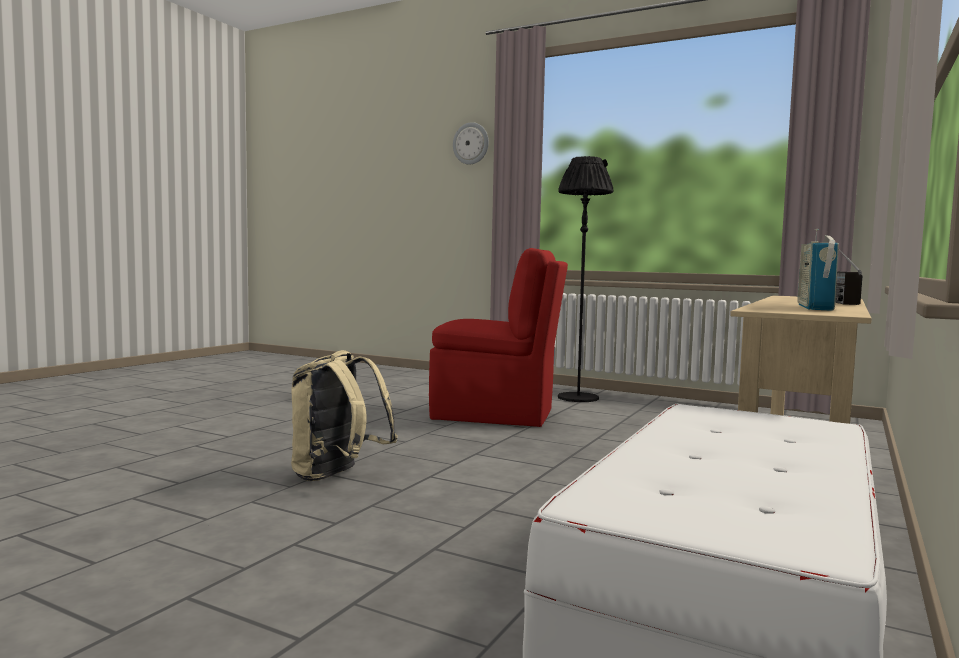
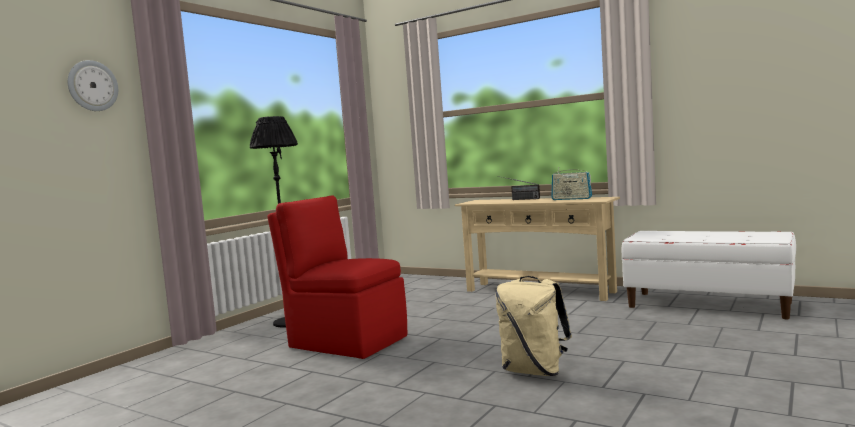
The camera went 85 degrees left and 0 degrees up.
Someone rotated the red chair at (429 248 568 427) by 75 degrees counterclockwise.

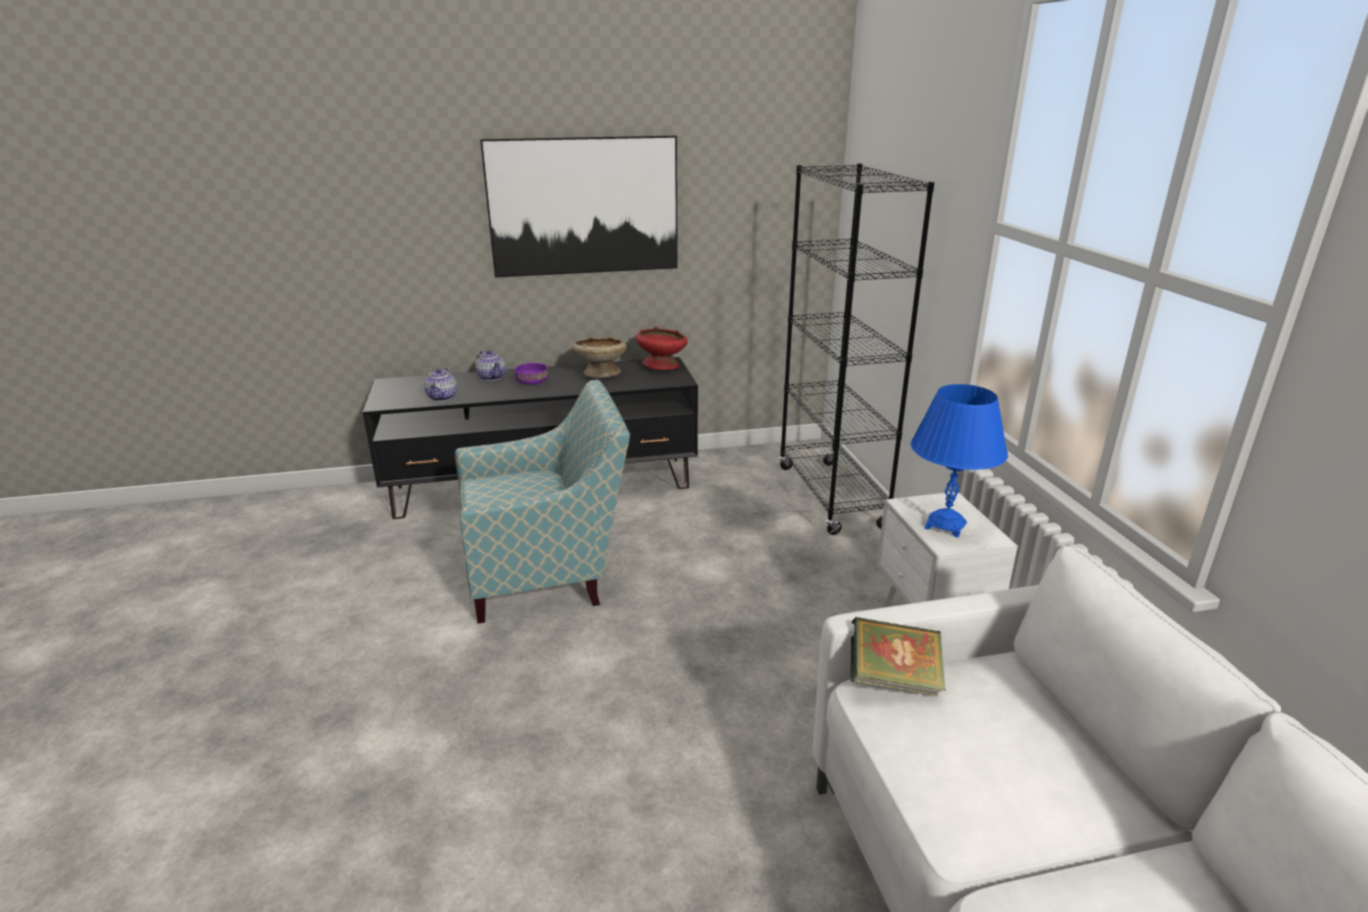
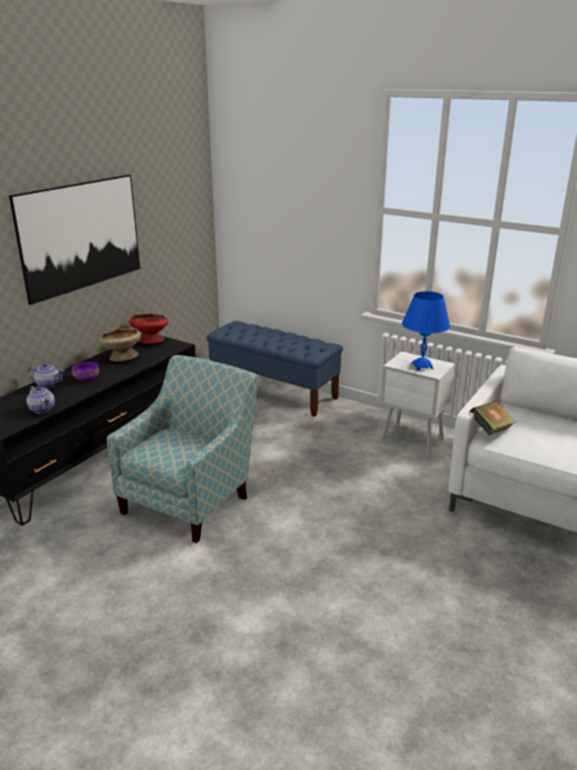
The camera went 45 degrees left and 0 degrees up.
Someone swapped the black bookcase at (779 163 935 535) for the blue bench at (206 321 343 417).

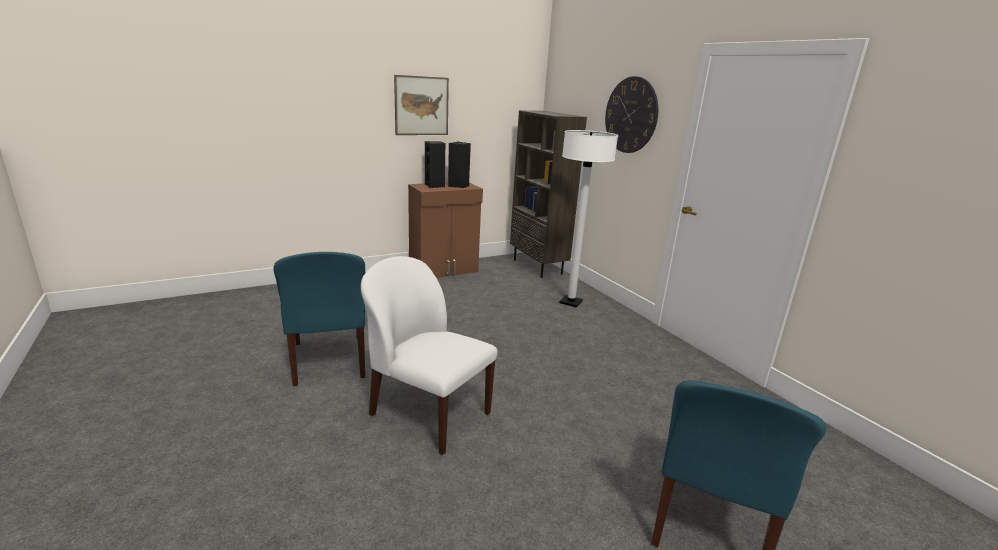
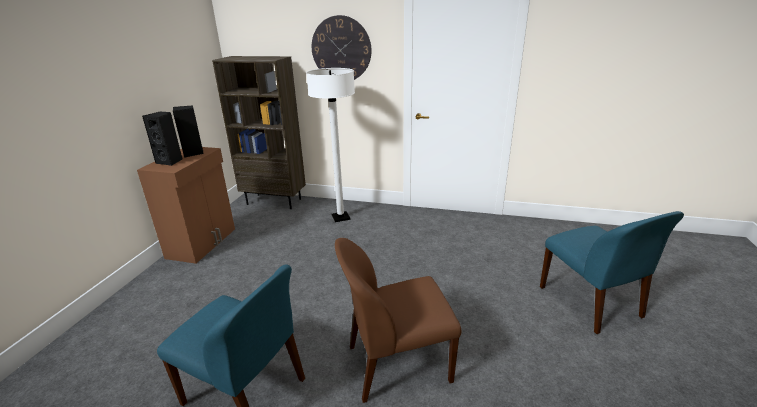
The camera went 45 degrees left and 5 degrees up.
Someone repainted the white chair at (361 256 498 455), which became the brown chair at (335 238 461 403).
Someone took away the picture at (394 75 449 135).

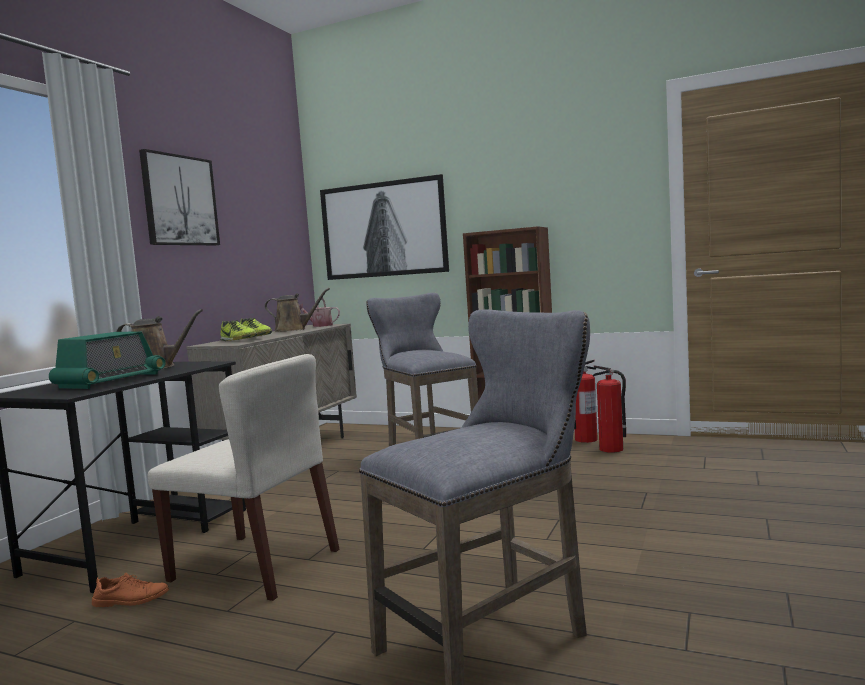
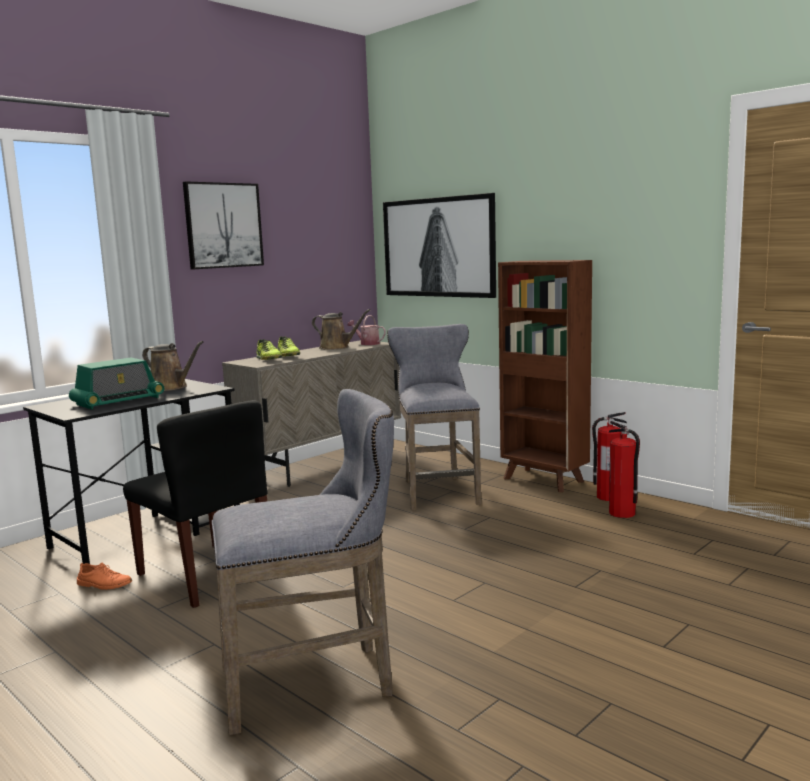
The camera went 20 degrees right and 5 degrees up.
Someone repainted the beige chair at (148 354 339 601), which became the black chair at (123 400 268 608).

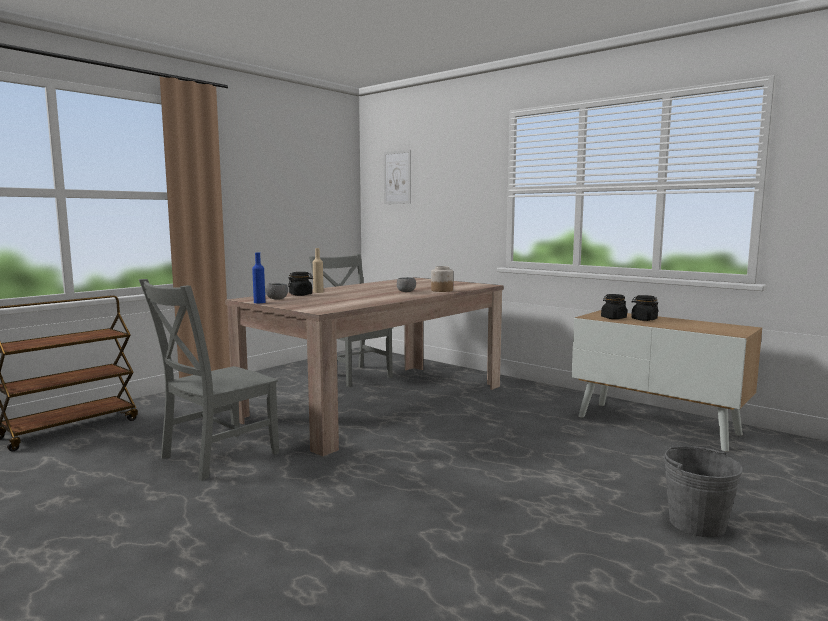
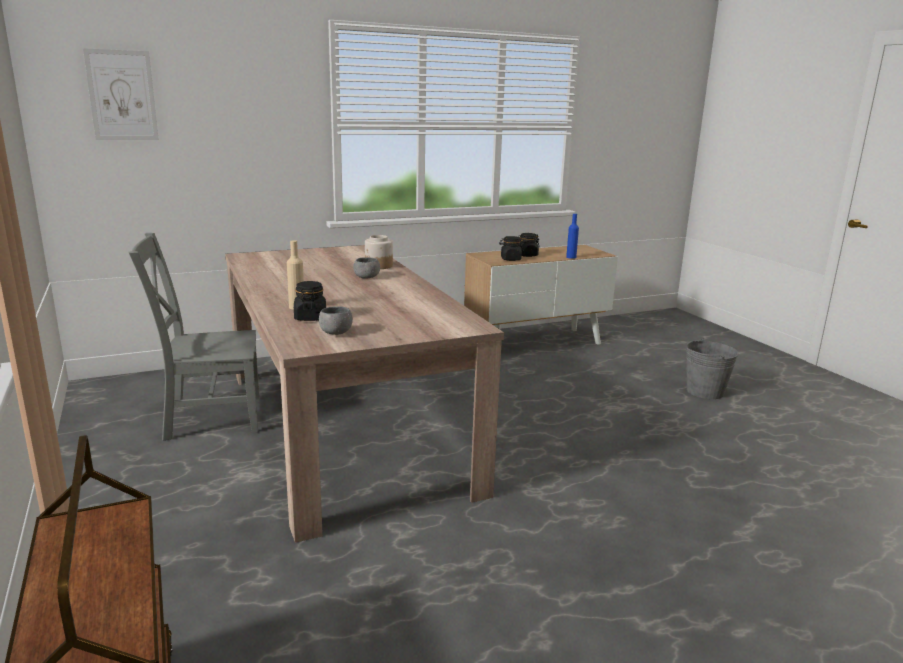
The camera went 65 degrees left and 10 degrees up.
Someone carried the blue bottle from (252 252 266 303) to (566 214 579 259).
Someone took away the grey chair at (139 279 279 481).

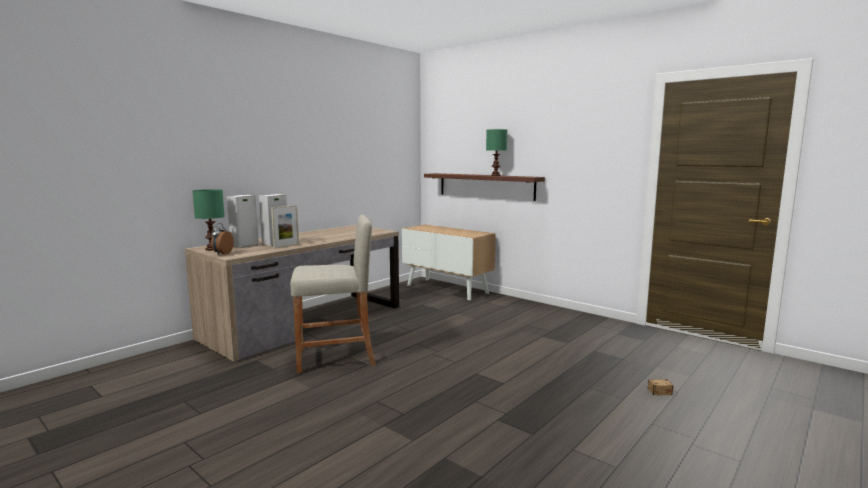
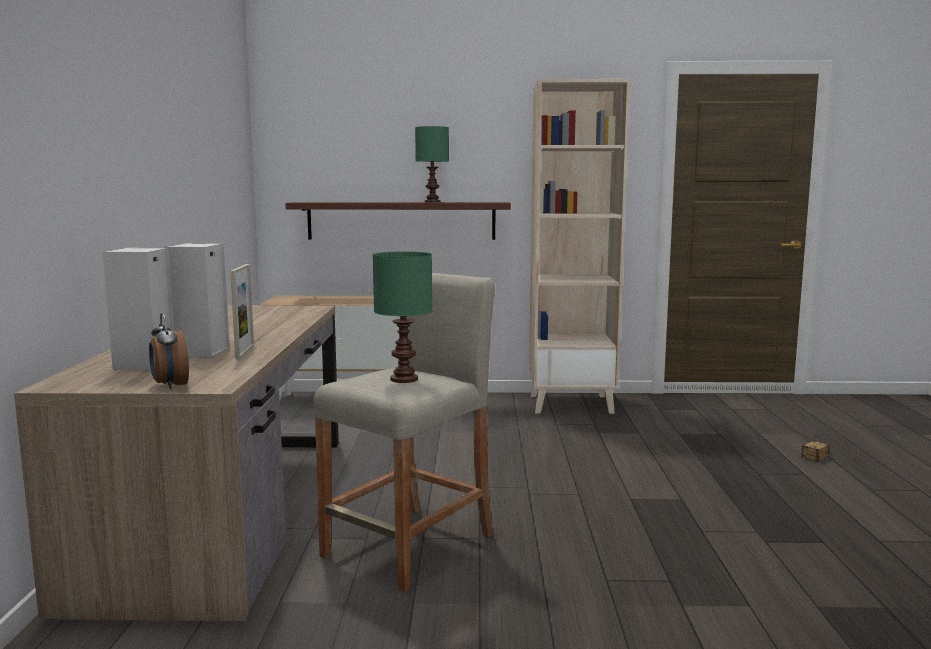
The camera went 40 degrees left and 0 degrees up.
Someone carried the green table lamp from (192 189 225 251) to (373 251 432 383).
Someone put down the beige bookcase at (529 79 630 414).

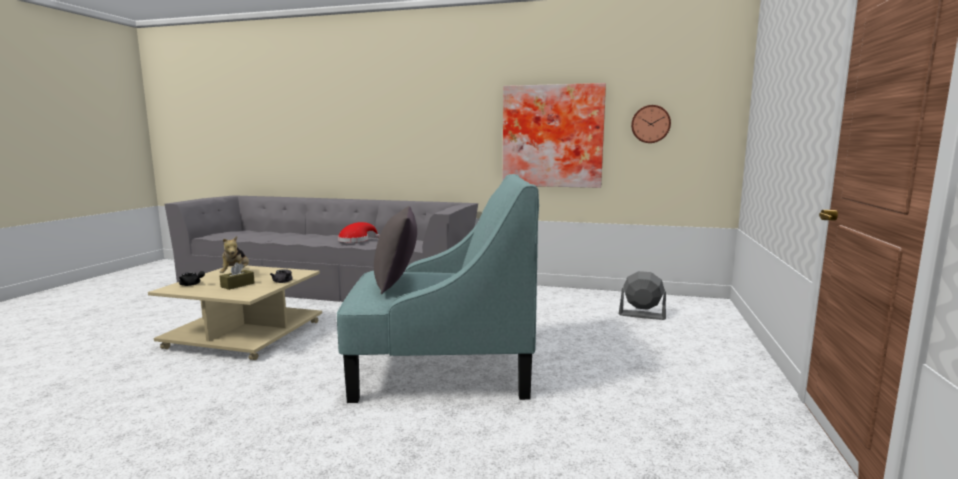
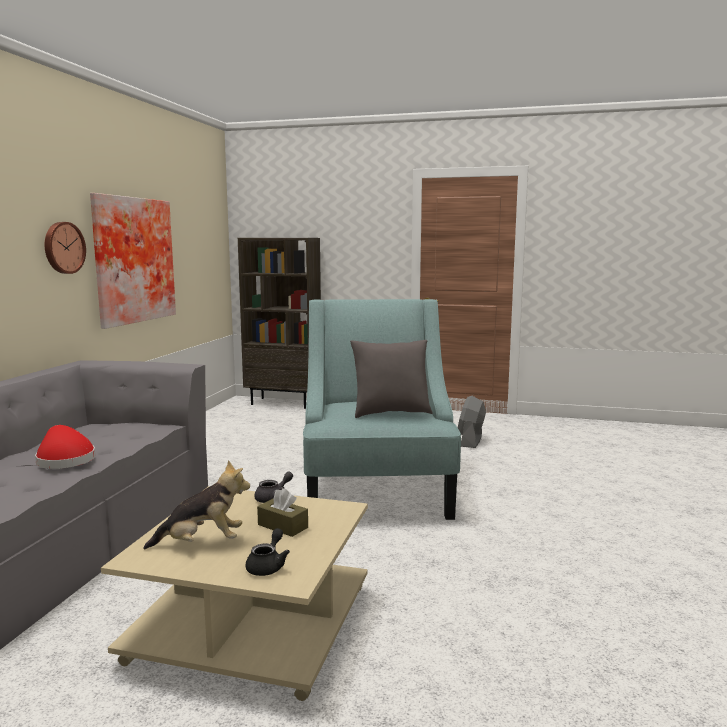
The camera went 90 degrees left and 0 degrees up.
Someone carried the wall clock from (631 105 671 143) to (45 222 86 274).
Someone put down the brown bookcase at (238 238 321 409).
Someone carried the grey fan from (619 271 666 320) to (458 396 486 448).

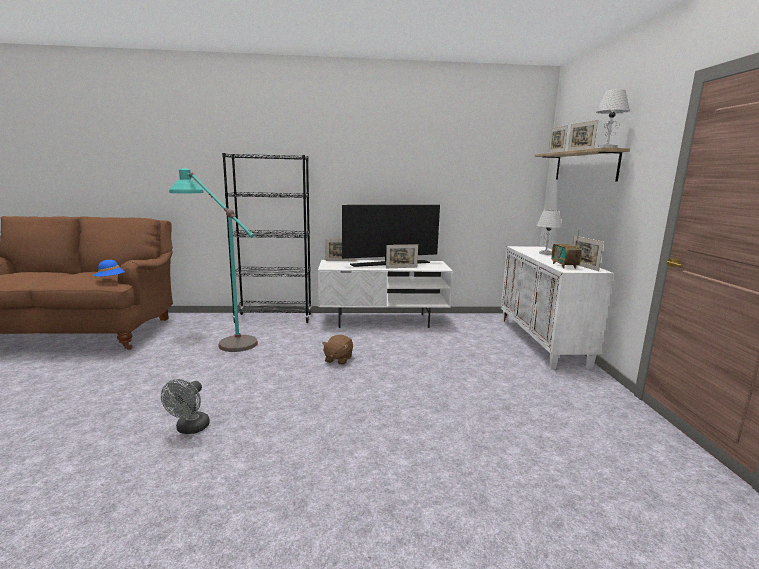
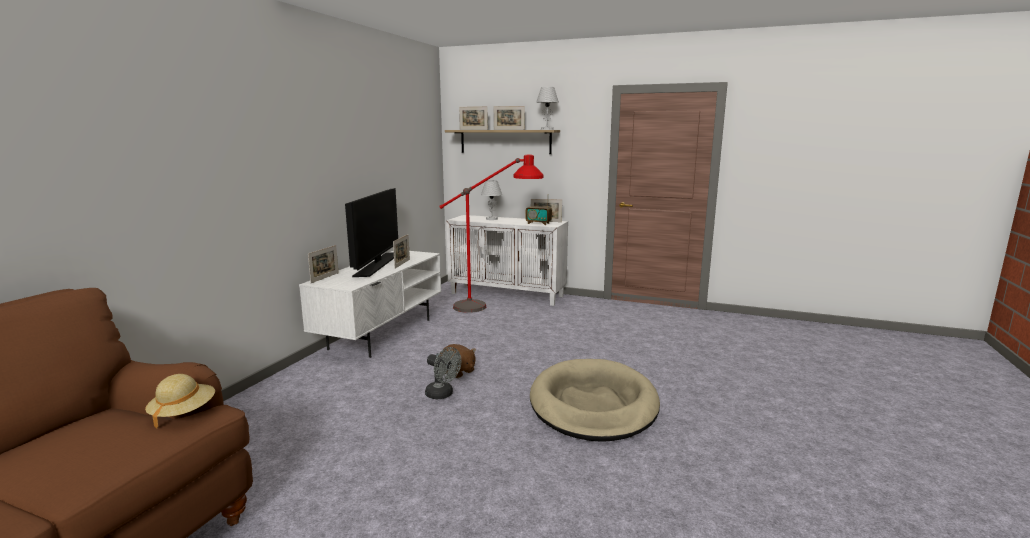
The camera went 65 degrees left and 0 degrees up.
Someone repainted the blue hat at (94 260 125 280), which became the beige hat at (145 374 215 428).
Someone carried the grey fan from (161 379 210 434) to (425 347 461 399).
Someone put down the red floor lamp at (439 154 544 313).
Someone put down the beige dog bed at (530 359 660 442).
Someone took away the turquoise floor lamp at (169 168 258 352).
Someone took away the black bookcase at (222 153 312 323).

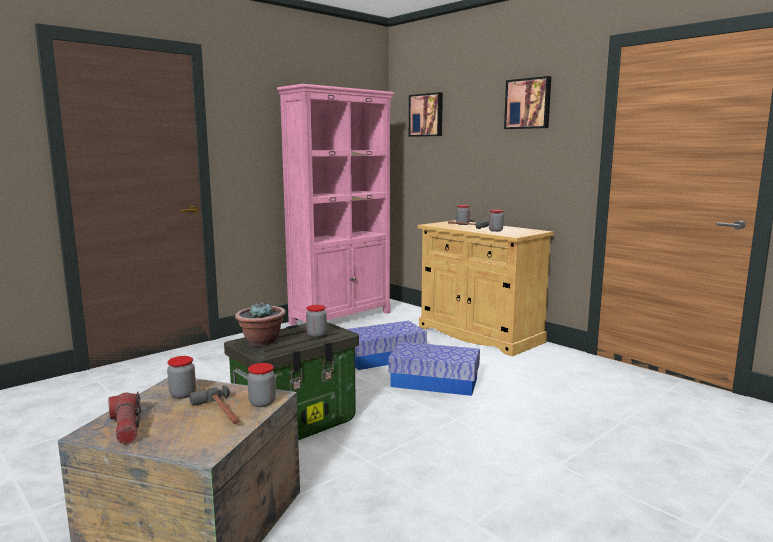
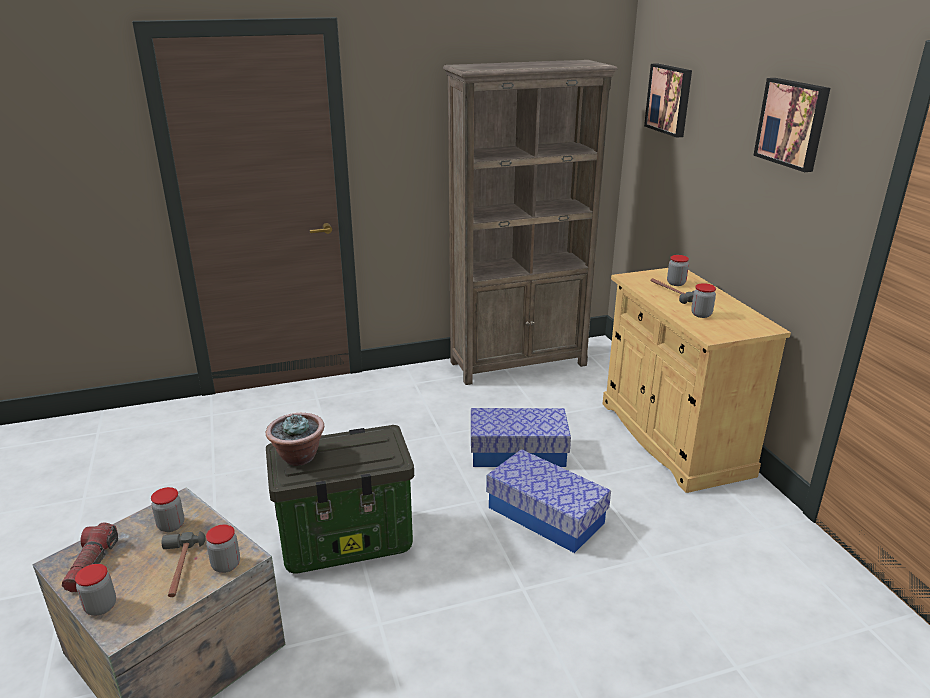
The camera went 25 degrees right and 15 degrees up.
Someone carried the jar from (306 305 327 337) to (75 564 116 616).
Someone repainted the pink bookcase at (277 84 394 325), which became the brown bookcase at (443 60 618 385).

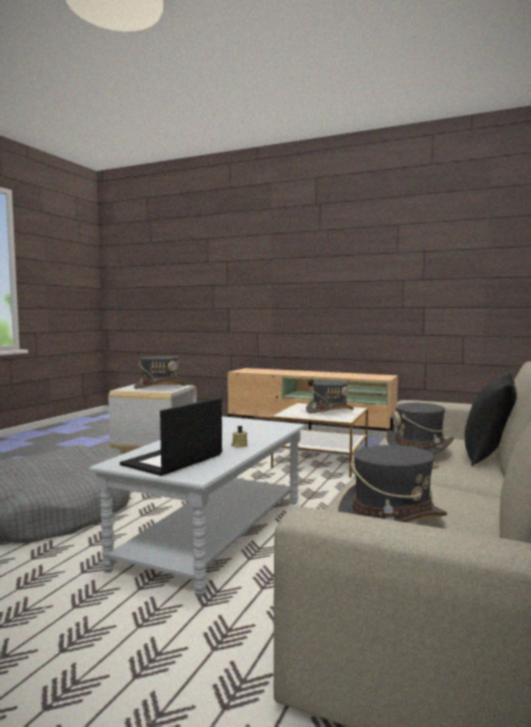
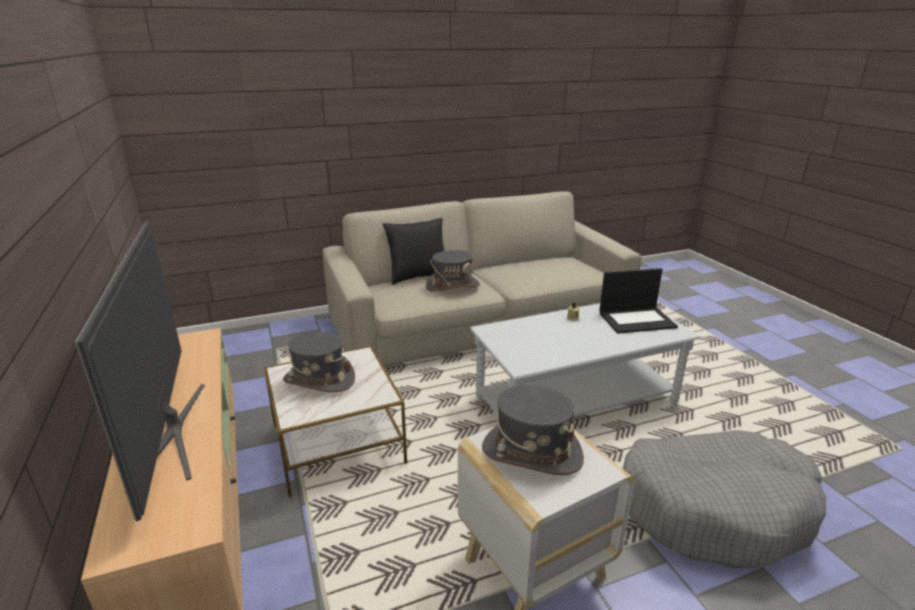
The camera went 135 degrees left and 20 degrees up.
Someone put down the television at (75 221 205 521).
Someone took away the grey hat at (338 445 447 523).

